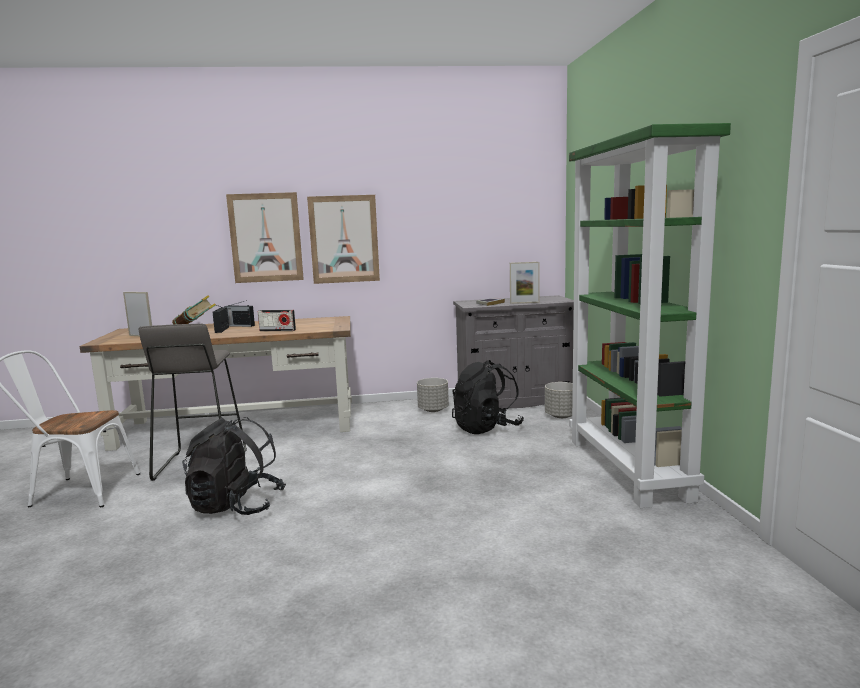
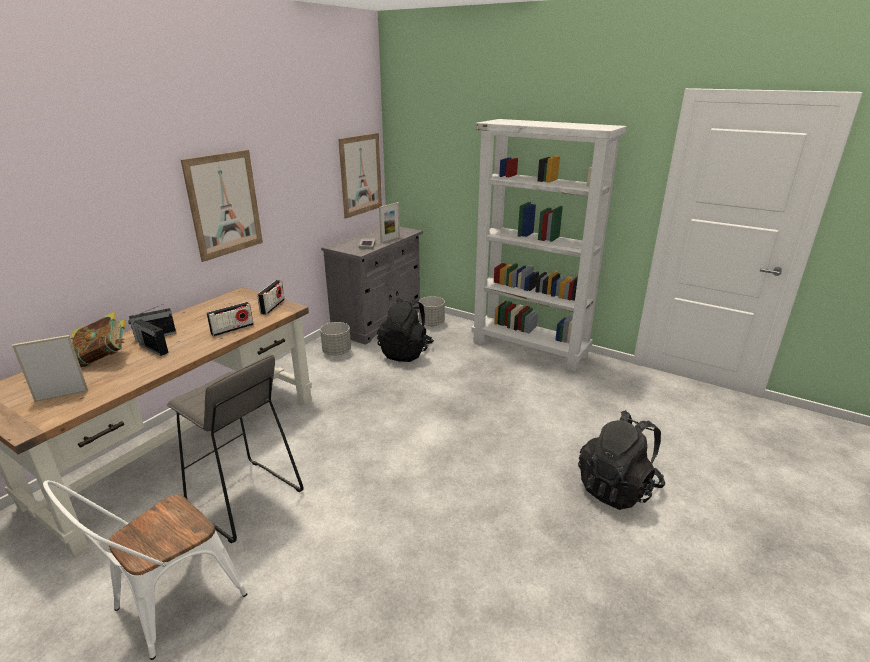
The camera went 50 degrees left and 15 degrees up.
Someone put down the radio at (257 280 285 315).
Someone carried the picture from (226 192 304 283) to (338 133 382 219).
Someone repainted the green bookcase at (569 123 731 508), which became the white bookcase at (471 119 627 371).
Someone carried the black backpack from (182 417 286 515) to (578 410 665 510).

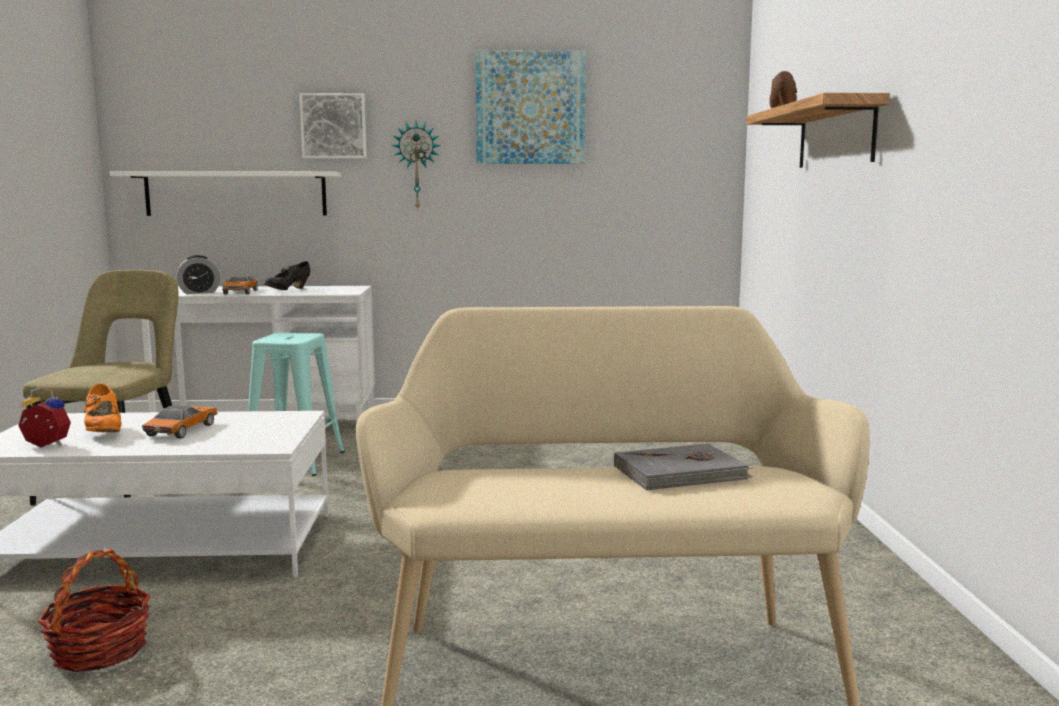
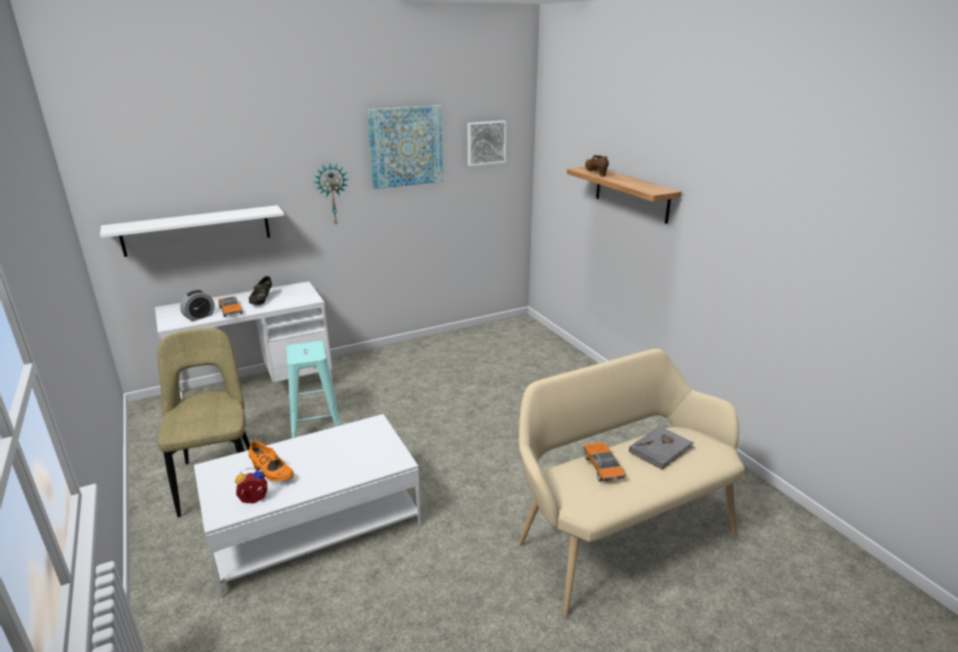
The camera went 25 degrees left and 15 degrees up.
Someone carried the picture from (299 93 367 159) to (467 121 506 166).
Someone carried the toy car from (142 405 218 439) to (583 442 626 481).
Someone took away the basket at (38 548 150 672).

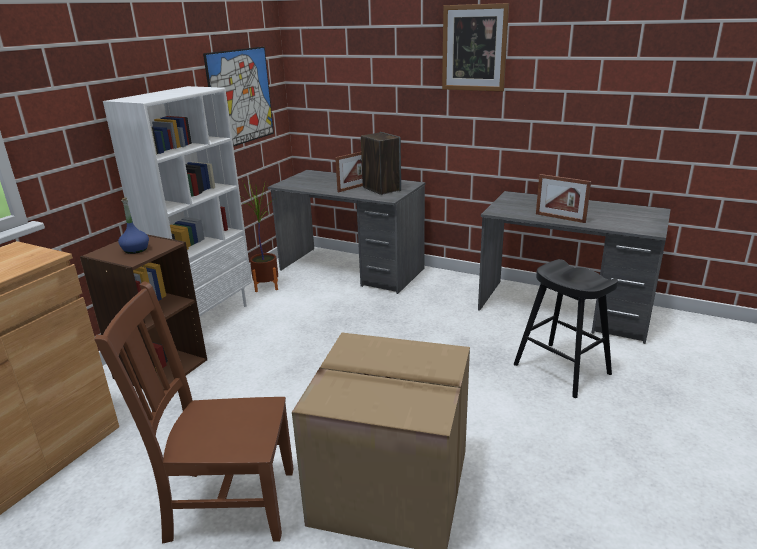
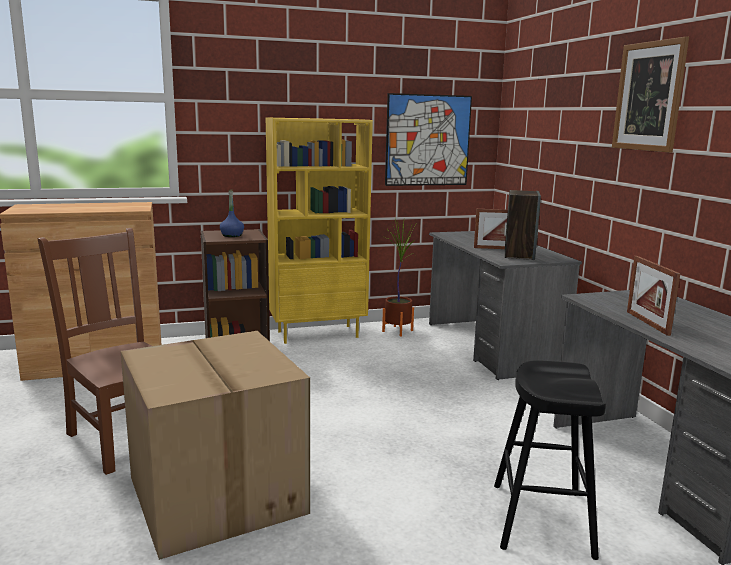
The camera went 45 degrees right and 10 degrees down.
Someone repainted the white bookcase at (103 86 252 316), which became the yellow bookcase at (266 118 373 344).

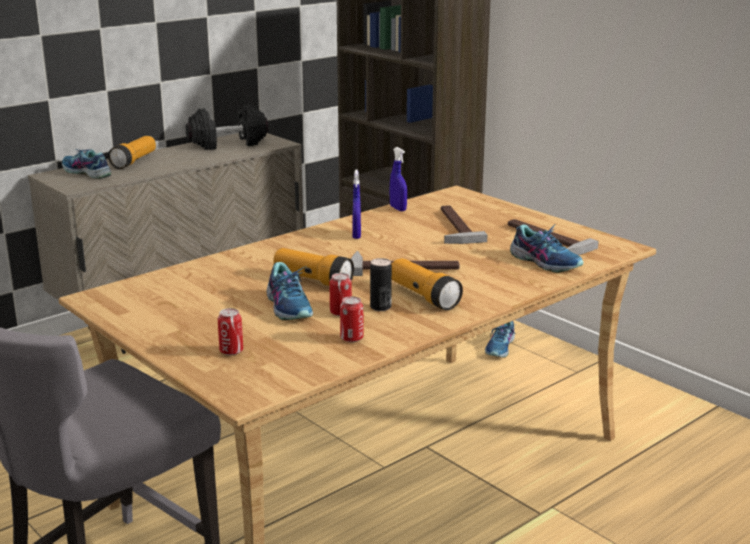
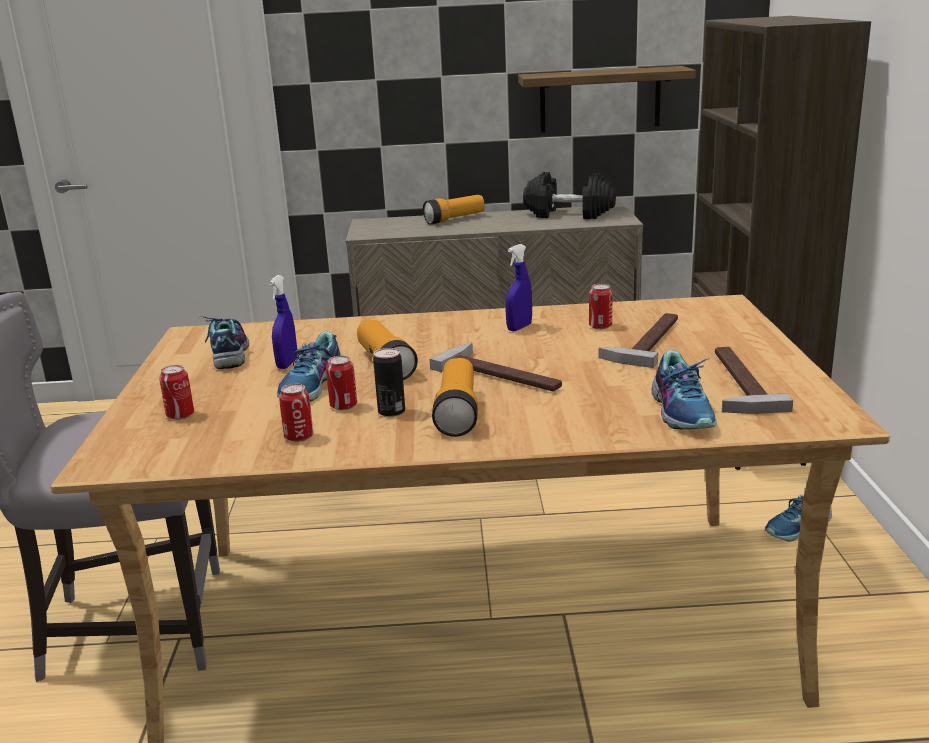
The camera went 40 degrees right and 0 degrees up.
Someone carried the shoe from (62 149 111 179) to (204 317 249 369).
Someone carried the blue spray bottle from (390 147 407 211) to (269 275 298 369).
Someone put up the shelf at (518 66 696 132).
Someone put down the can at (589 284 612 329).

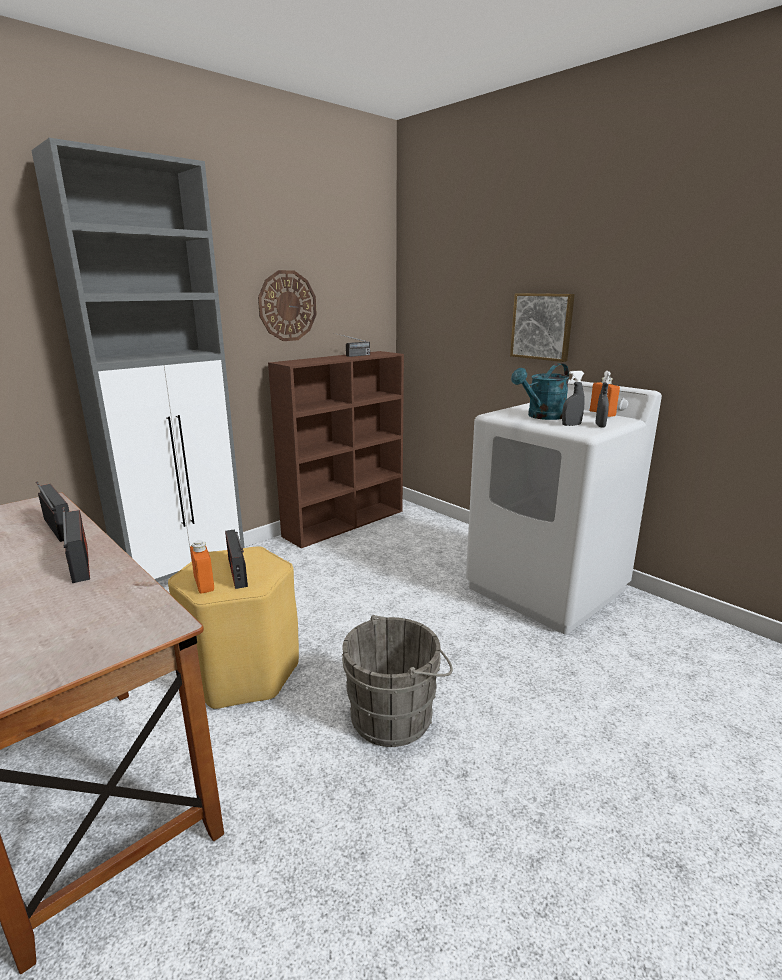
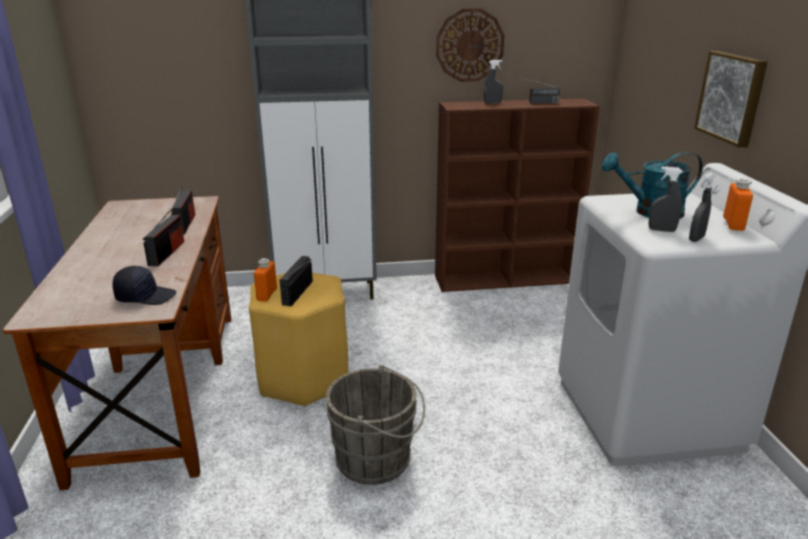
The camera went 35 degrees right and 5 degrees up.
Someone put down the black cap at (113 266 176 305).
Someone put down the grey spray bottle at (484 60 503 104).

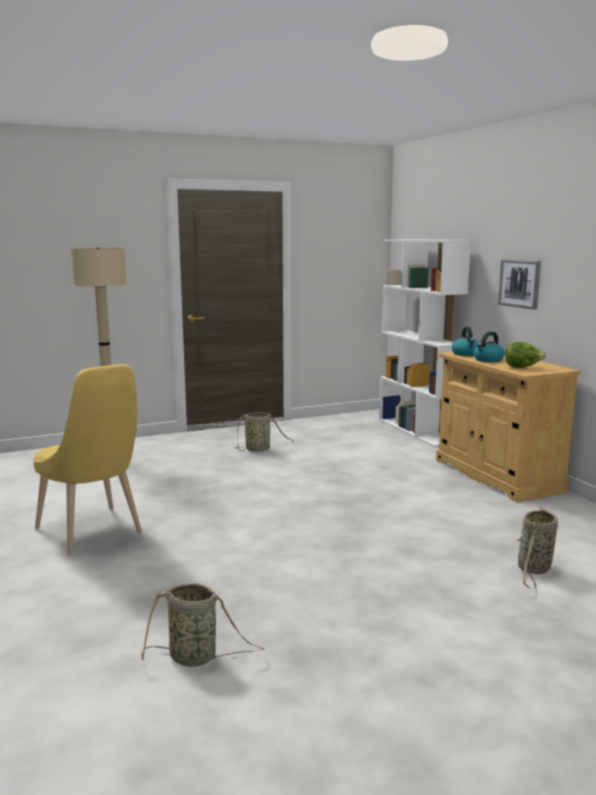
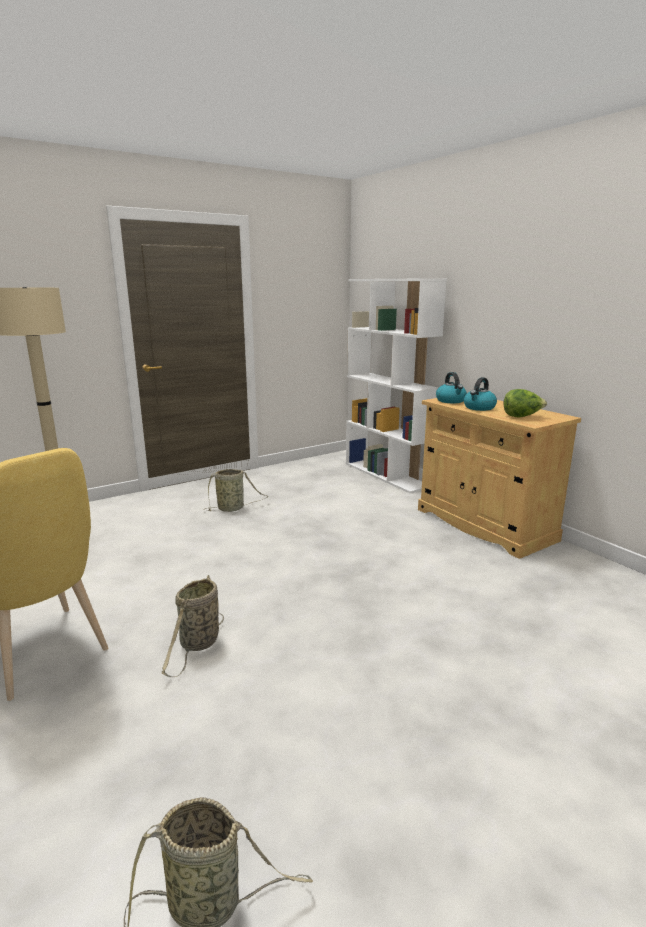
The camera went 10 degrees left and 5 degrees up.
Someone carried the basket from (516 508 558 589) to (162 575 224 677).
Someone took away the picture at (498 259 541 310).

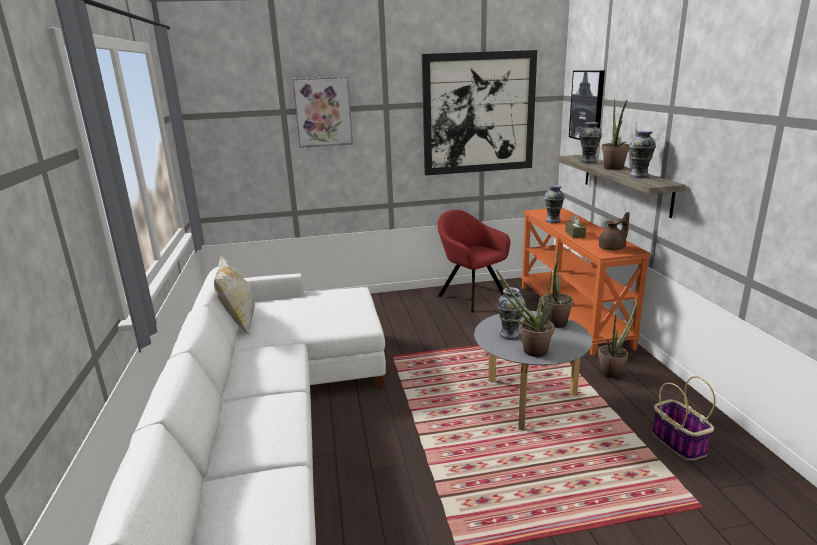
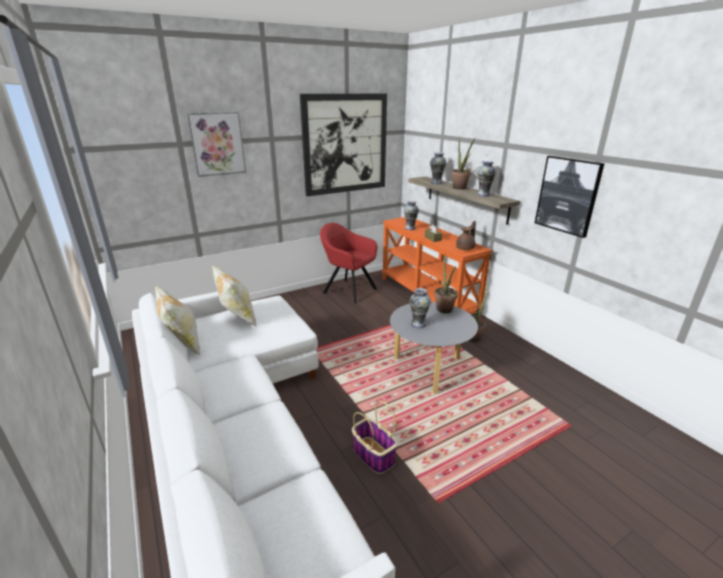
The camera went 20 degrees left and 5 degrees up.
Someone put down the pillow at (212 266 256 326).
Someone carried the basket from (652 376 715 460) to (352 400 397 474).
Someone carried the picture from (569 70 605 140) to (535 156 605 238).
Someone took away the potted plant at (496 269 555 357).

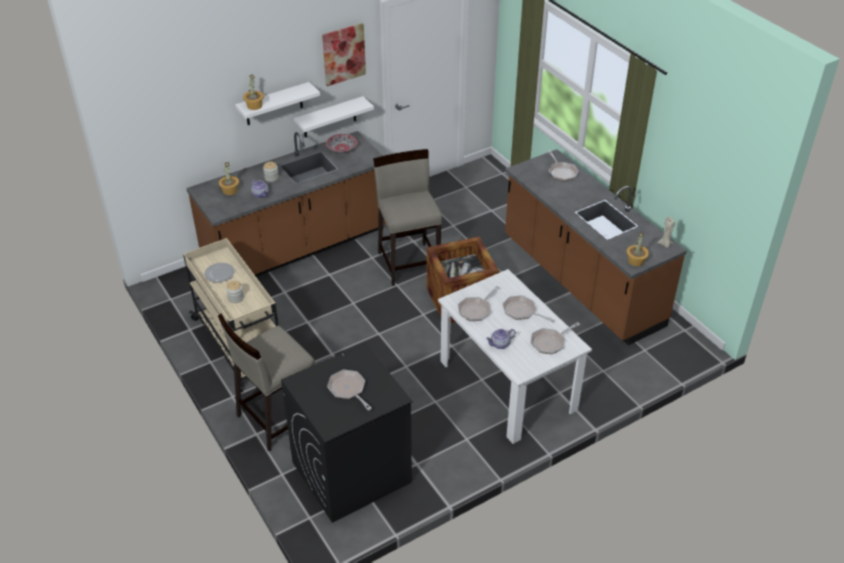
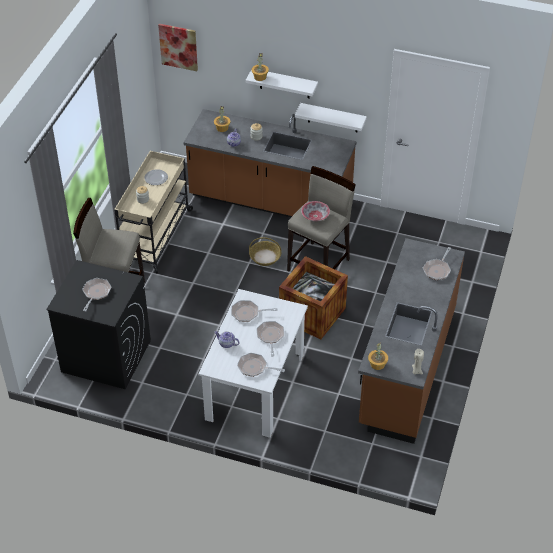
The camera went 50 degrees right and 5 degrees up.
Someone carried the picture from (322 23 366 86) to (158 24 198 71).
Someone put down the basket at (249 237 282 266).
Someone carried the bowl from (326 134 357 153) to (301 201 330 222).

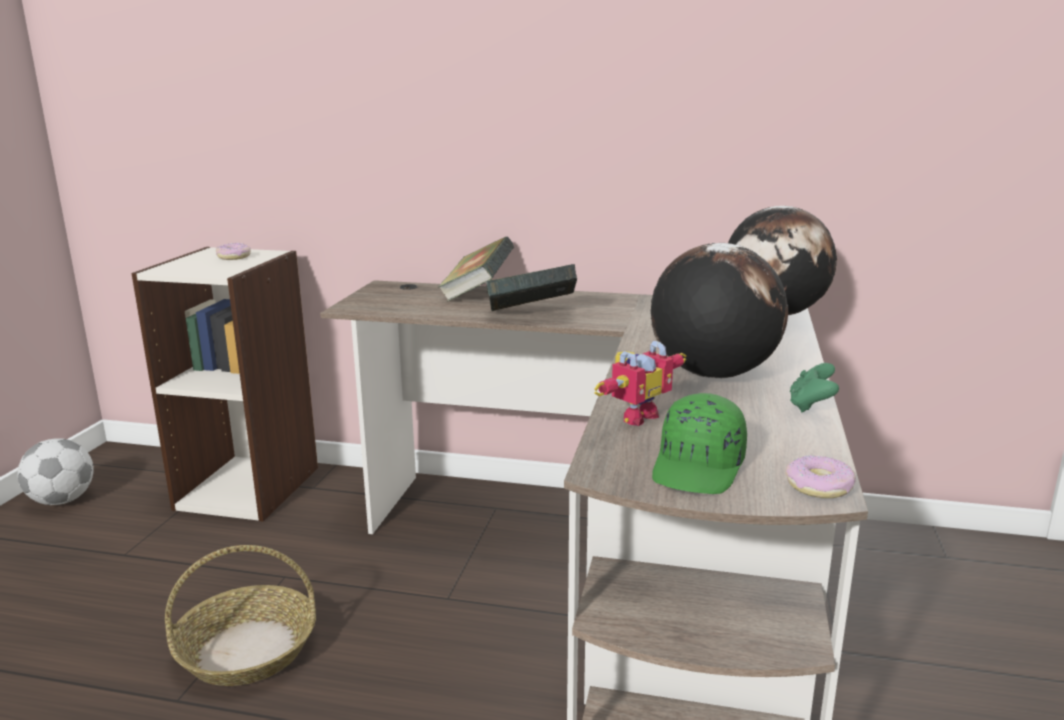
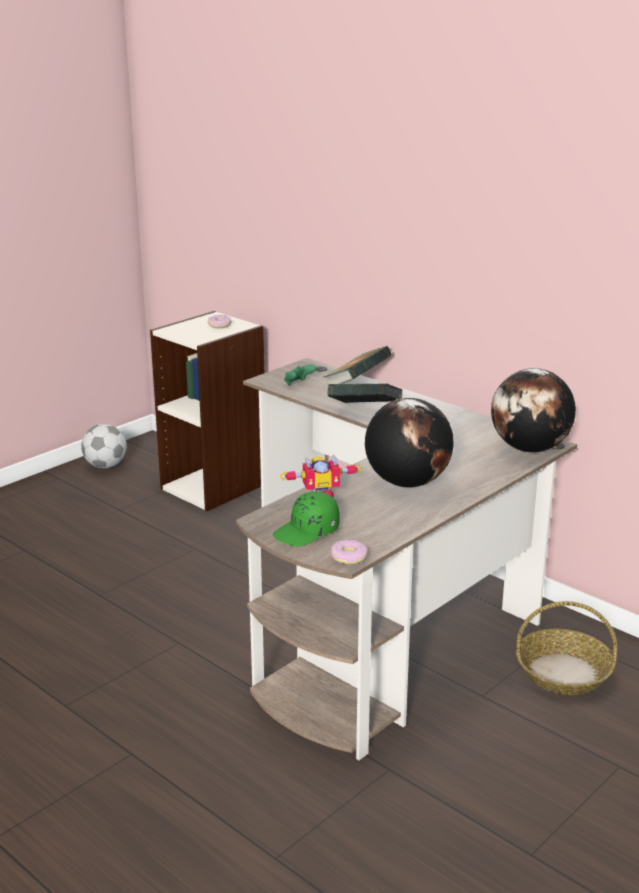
The camera went 30 degrees right and 5 degrees up.
Someone carried the green game controller from (790 363 839 412) to (284 365 316 385).
Someone carried the basket from (165 545 316 686) to (516 601 617 695).

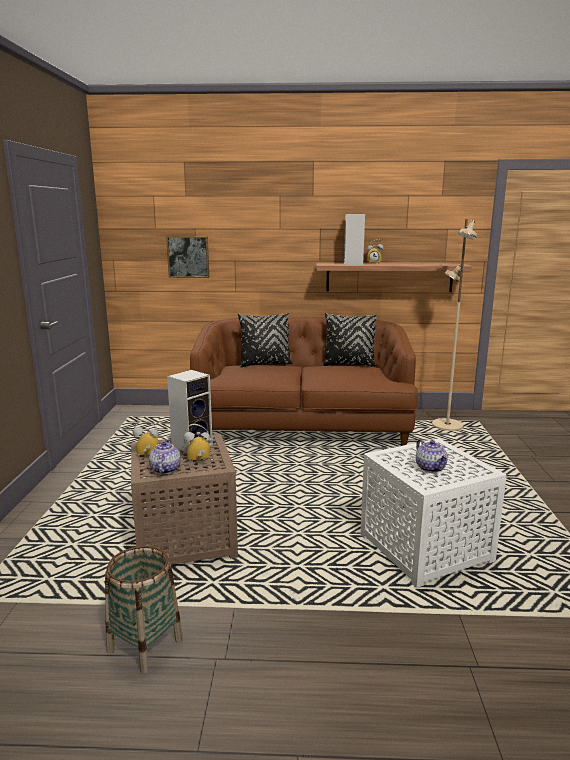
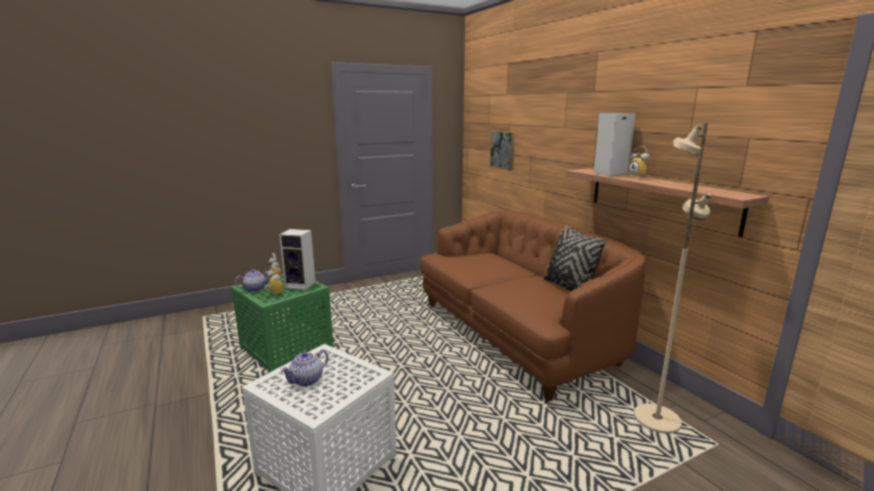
The camera went 60 degrees right and 0 degrees up.
Someone repainted the brown side table at (131 434 238 565), which became the green side table at (232 274 334 373).
Someone took away the basket at (105 546 183 674).
Someone took away the black pillow at (238 313 292 367).

